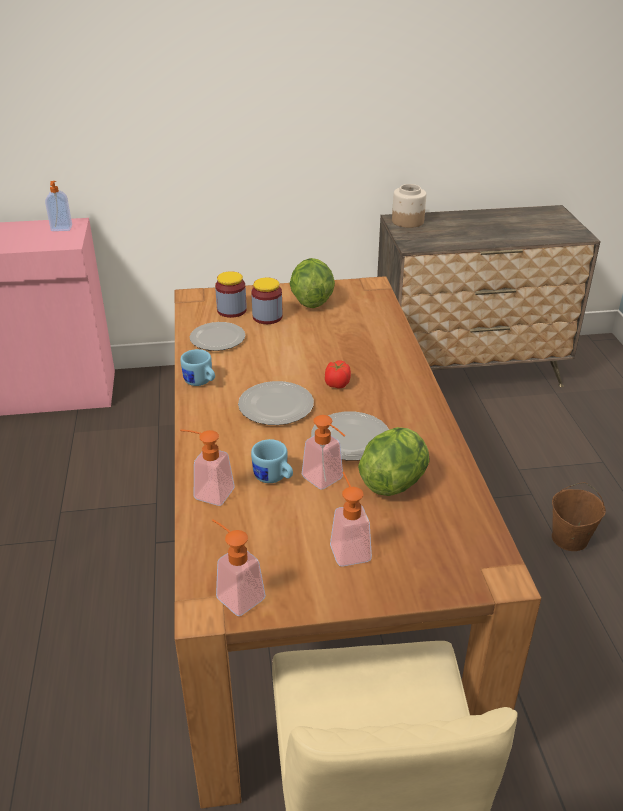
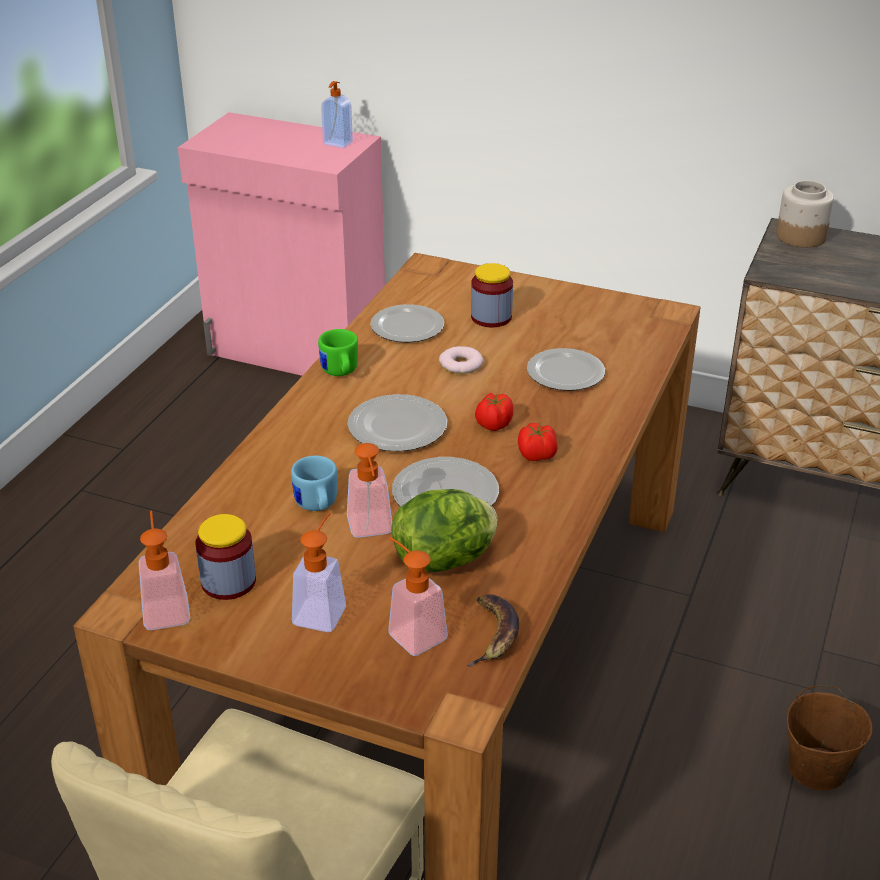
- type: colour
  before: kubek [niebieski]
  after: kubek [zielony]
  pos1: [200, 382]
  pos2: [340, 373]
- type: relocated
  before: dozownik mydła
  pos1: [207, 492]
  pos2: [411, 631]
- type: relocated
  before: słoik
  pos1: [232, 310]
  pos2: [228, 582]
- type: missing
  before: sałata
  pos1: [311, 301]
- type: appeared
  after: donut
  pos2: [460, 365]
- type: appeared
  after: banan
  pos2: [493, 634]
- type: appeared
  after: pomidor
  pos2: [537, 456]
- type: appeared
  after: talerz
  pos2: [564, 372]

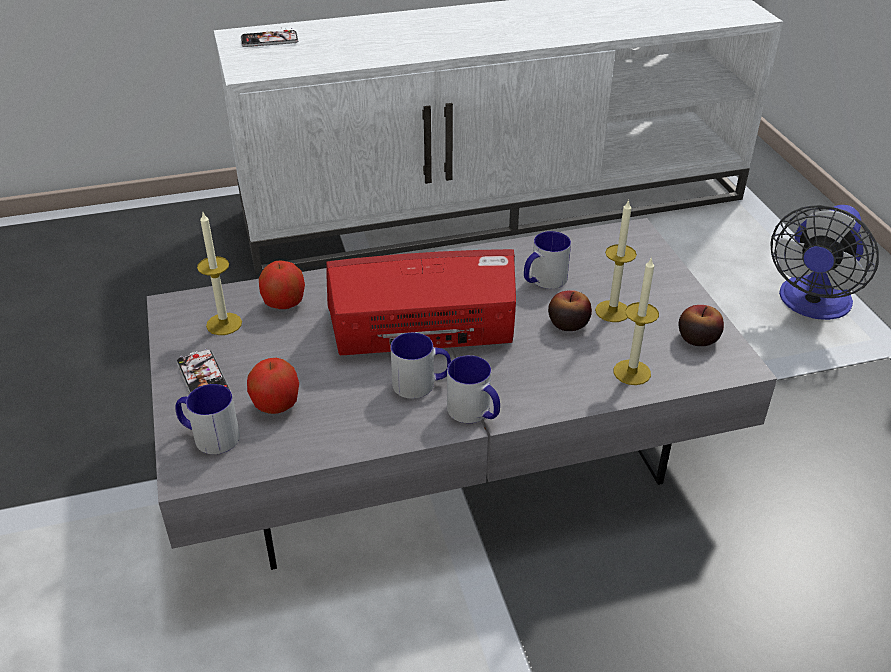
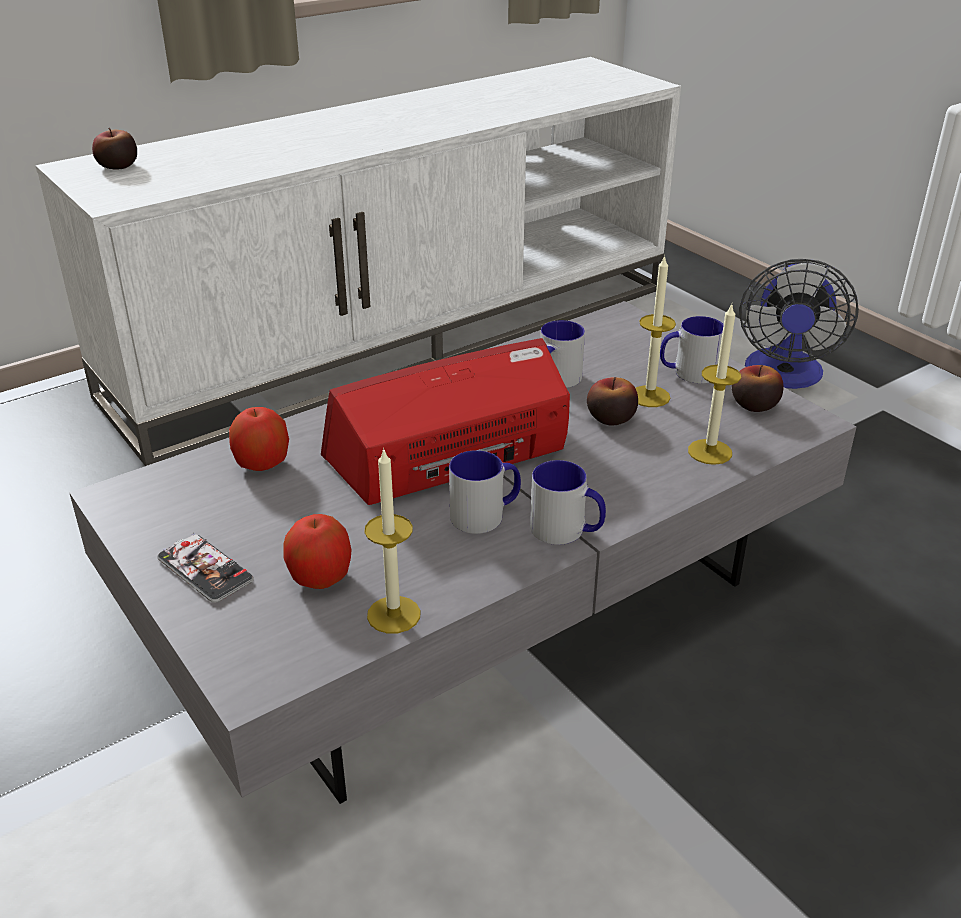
- type: relocated
  before: kubek
  pos1: [209, 436]
  pos2: [688, 373]
- type: relocated
  before: świeca
  pos1: [224, 324]
  pos2: [393, 614]
- type: exchanged
  before: telefon
  after: jabłko
  pos1: [269, 40]
  pos2: [118, 166]

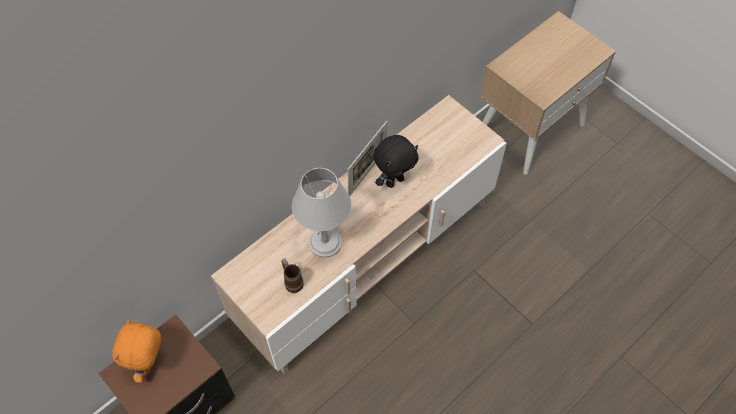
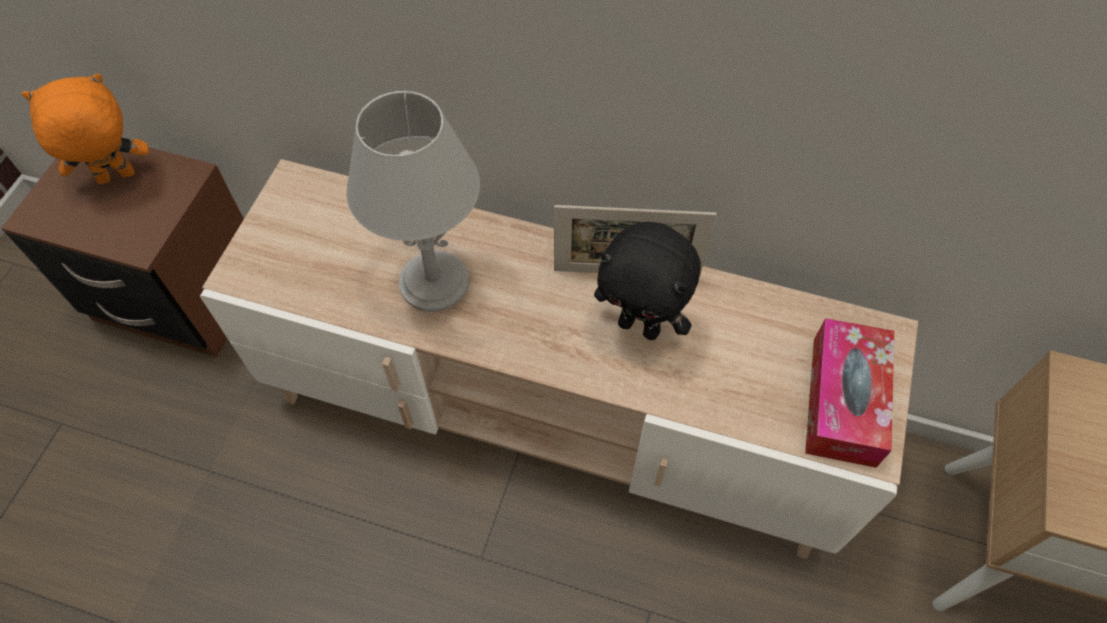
- type: missing
  before: kubek
  pos1: [292, 281]
- type: appeared
  after: pudełko chusteczek
  pos2: [843, 401]

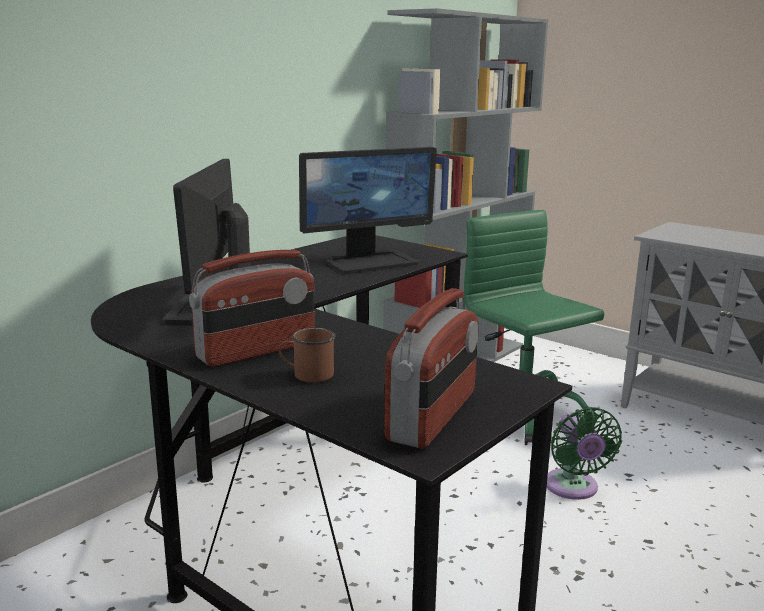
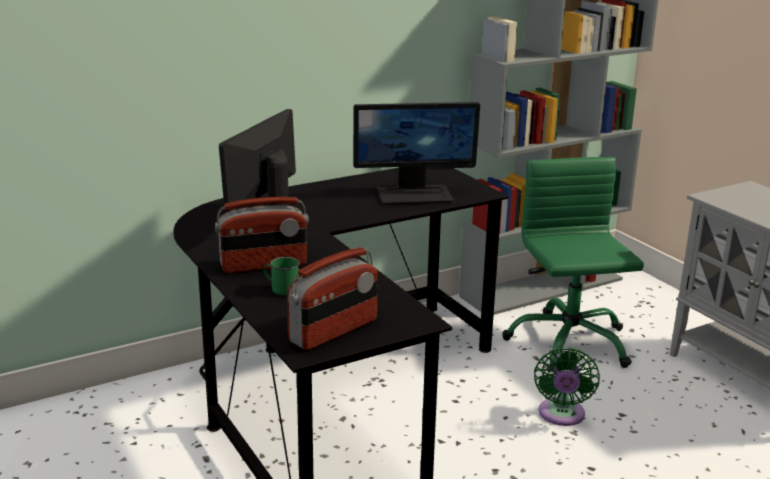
- type: colour
  before: kubek [brązowy]
  after: kubek [zielony]
  pos1: [307, 374]
  pos2: [281, 288]

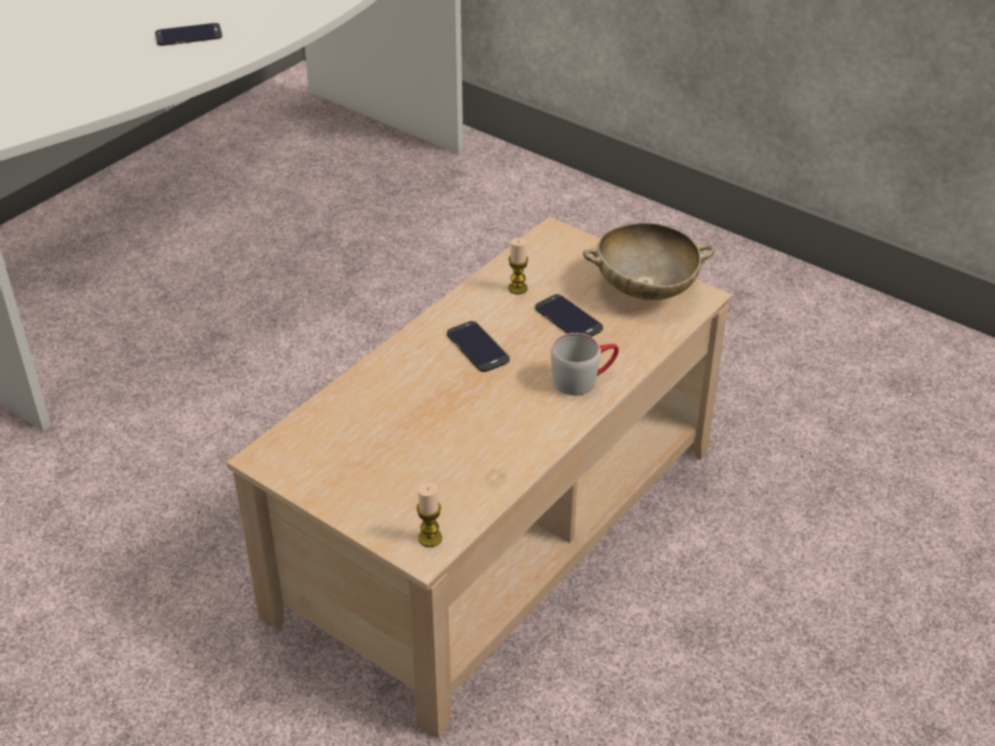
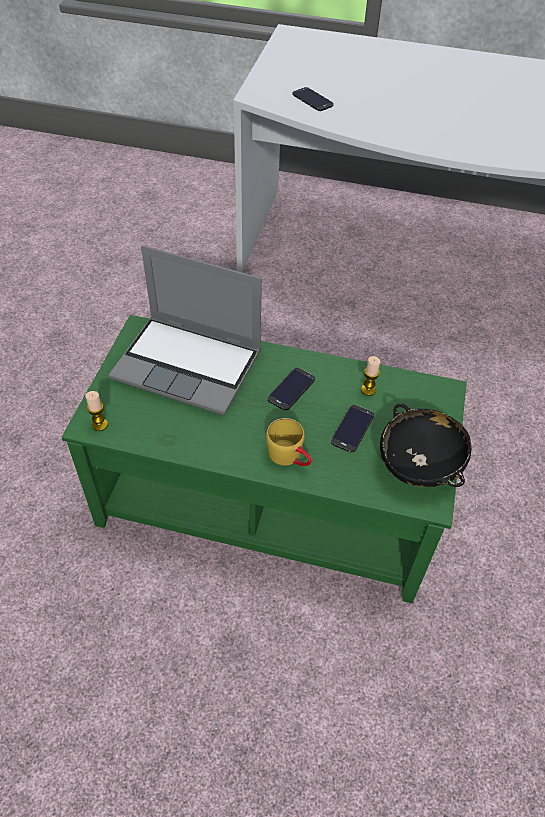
- type: relocated
  before: telefon
  pos1: [188, 35]
  pos2: [312, 100]
- type: colour
  before: ława [beżowy]
  after: ława [zielony]
  pos1: [494, 527]
  pos2: [270, 495]
- type: colour
  before: kubek [szary]
  after: kubek [żółty]
  pos1: [584, 379]
  pos2: [290, 457]
- type: colour
  before: miska [beżowy]
  after: miska [czarny]
  pos1: [645, 287]
  pos2: [419, 464]
- type: appeared
  after: laptop
  pos2: [190, 365]

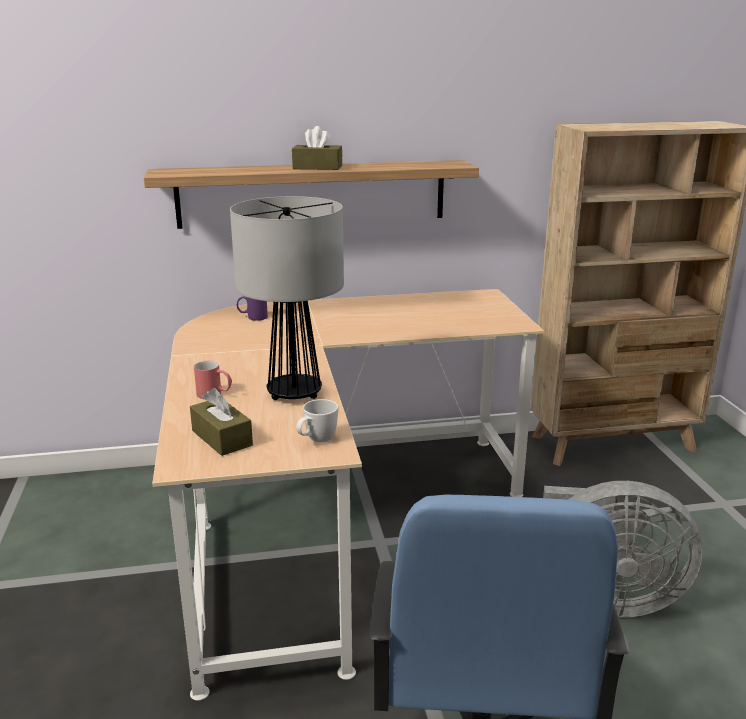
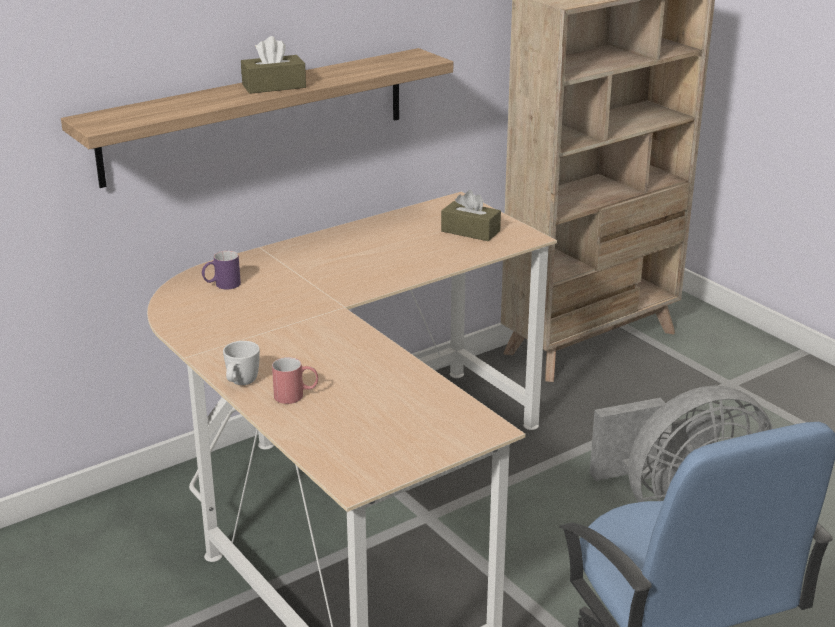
- type: relocated
  before: pudełko chusteczek [brązowy]
  pos1: [222, 438]
  pos2: [470, 231]
- type: missing
  before: lampa stołowa
  pos1: [295, 393]
- type: relocated
  before: kubek [biały]
  pos1: [316, 441]
  pos2: [240, 384]

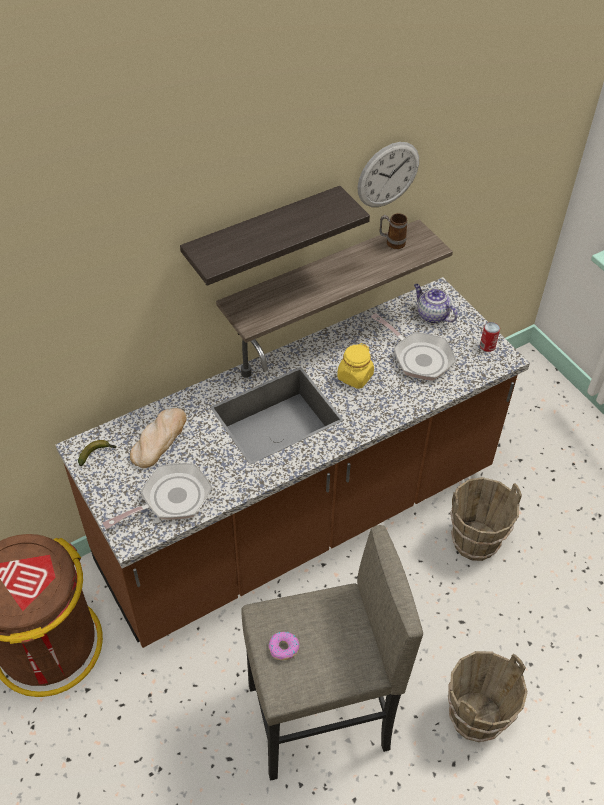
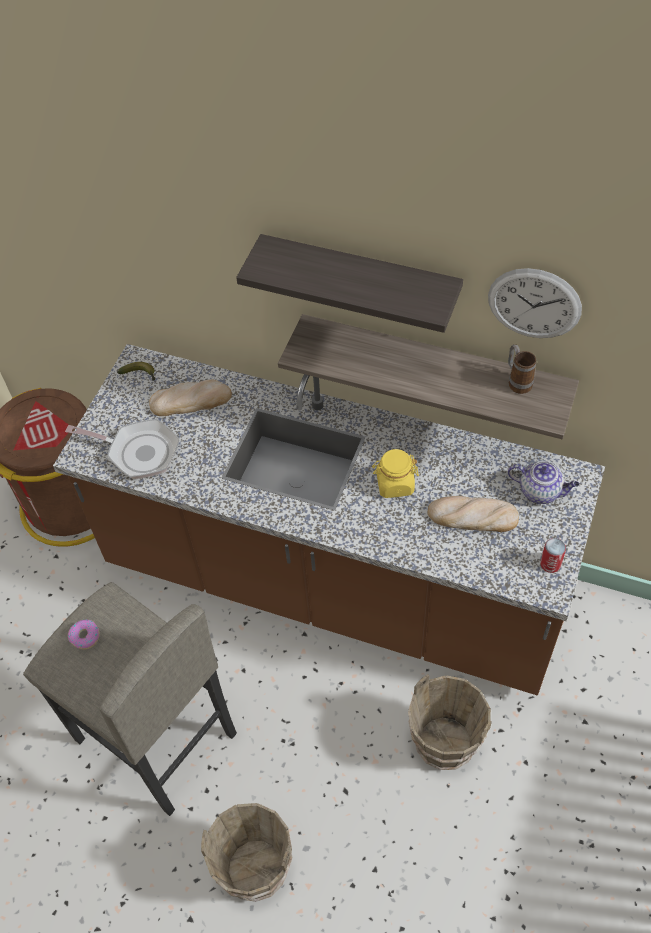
- type: exchanged
  before: patelnia
  after: chleb
  pos1: [419, 357]
  pos2: [472, 517]
- type: spun
  before: imbryk
  pos1: [432, 315]
  pos2: [540, 491]
  turn: 105

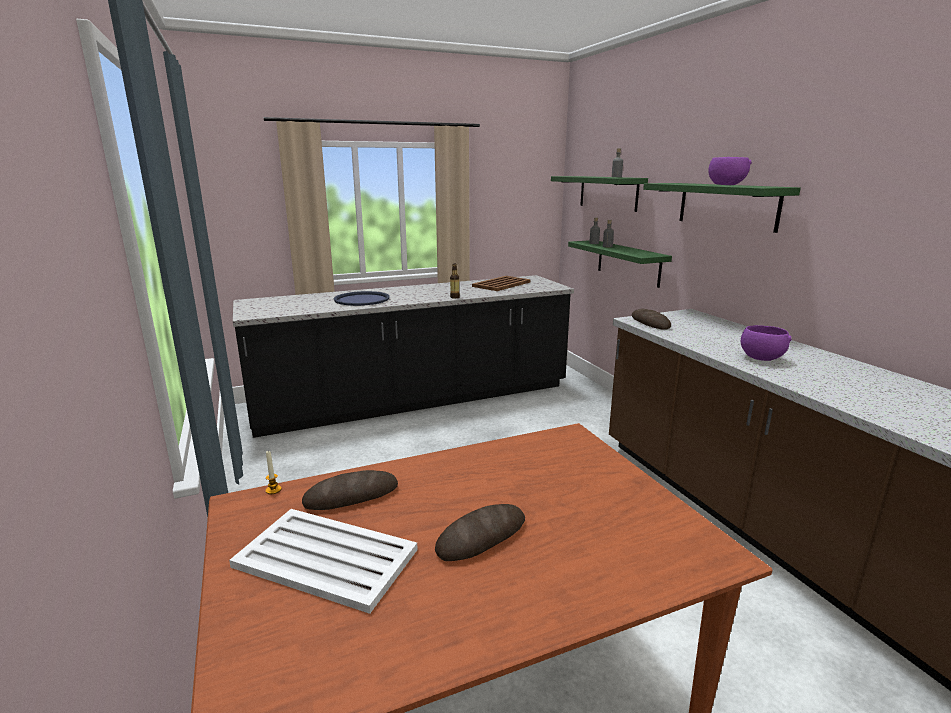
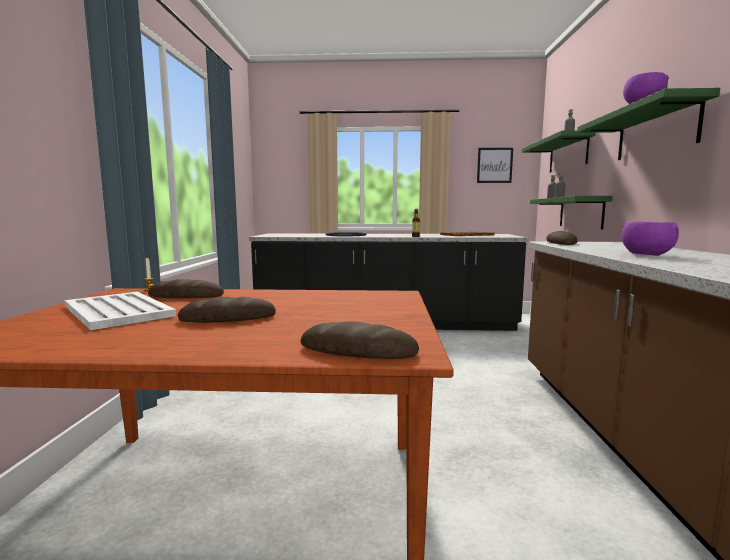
- type: appeared
  after: chleb
  pos2: [358, 350]
- type: appeared
  after: obraz
  pos2: [494, 165]

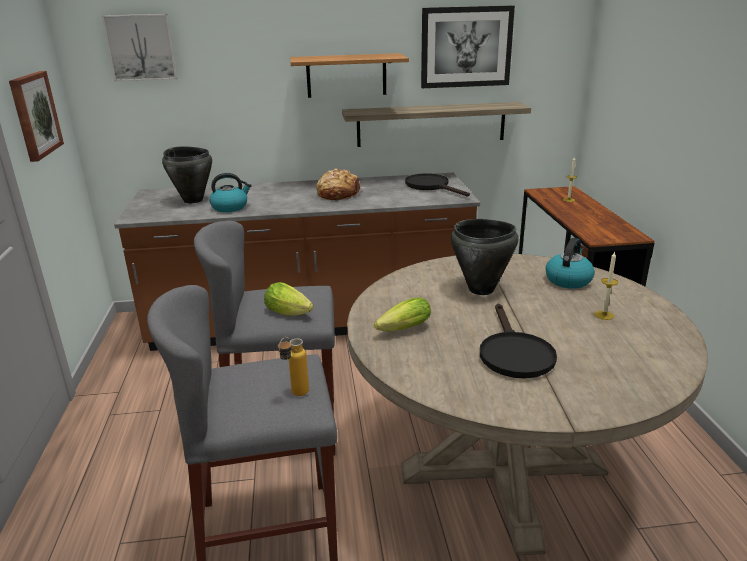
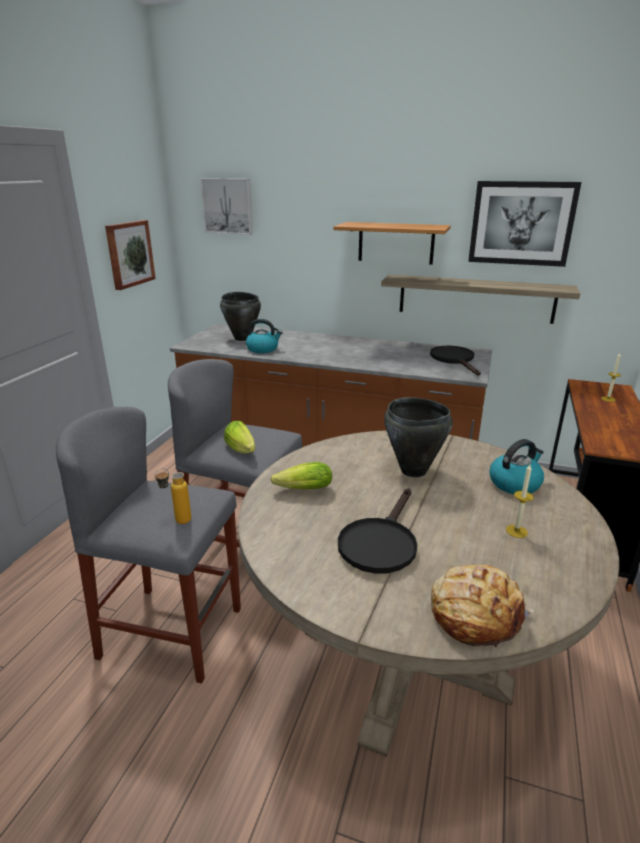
- type: relocated
  before: chleb
  pos1: [338, 194]
  pos2: [474, 614]

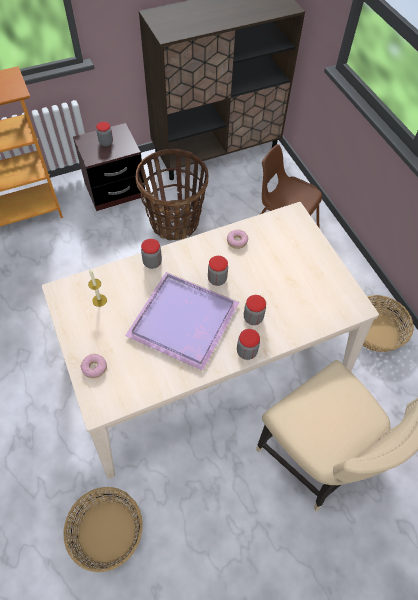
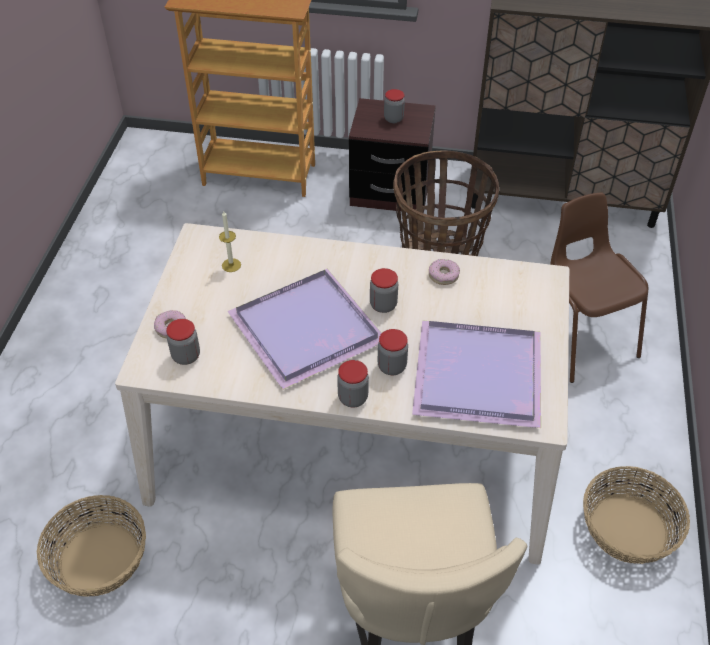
- type: relocated
  before: słoik
  pos1: [152, 262]
  pos2: [186, 356]
- type: appeared
  after: taca [fioletowy]
  pos2: [480, 377]

